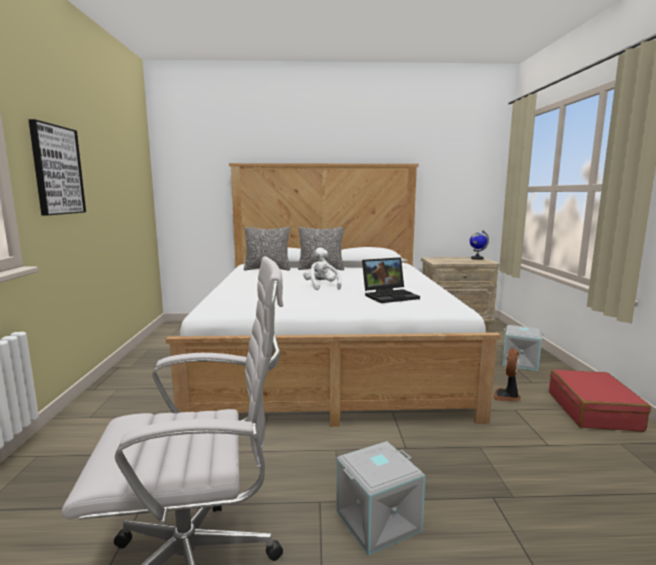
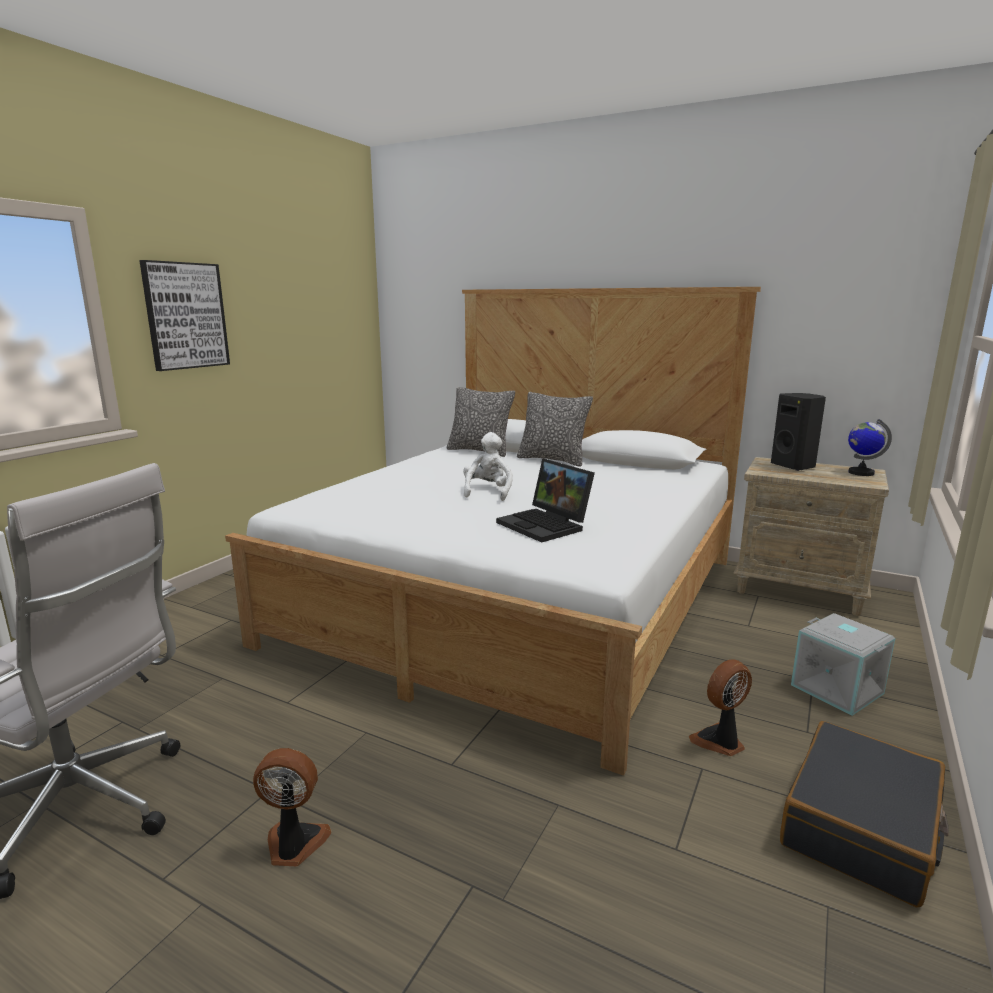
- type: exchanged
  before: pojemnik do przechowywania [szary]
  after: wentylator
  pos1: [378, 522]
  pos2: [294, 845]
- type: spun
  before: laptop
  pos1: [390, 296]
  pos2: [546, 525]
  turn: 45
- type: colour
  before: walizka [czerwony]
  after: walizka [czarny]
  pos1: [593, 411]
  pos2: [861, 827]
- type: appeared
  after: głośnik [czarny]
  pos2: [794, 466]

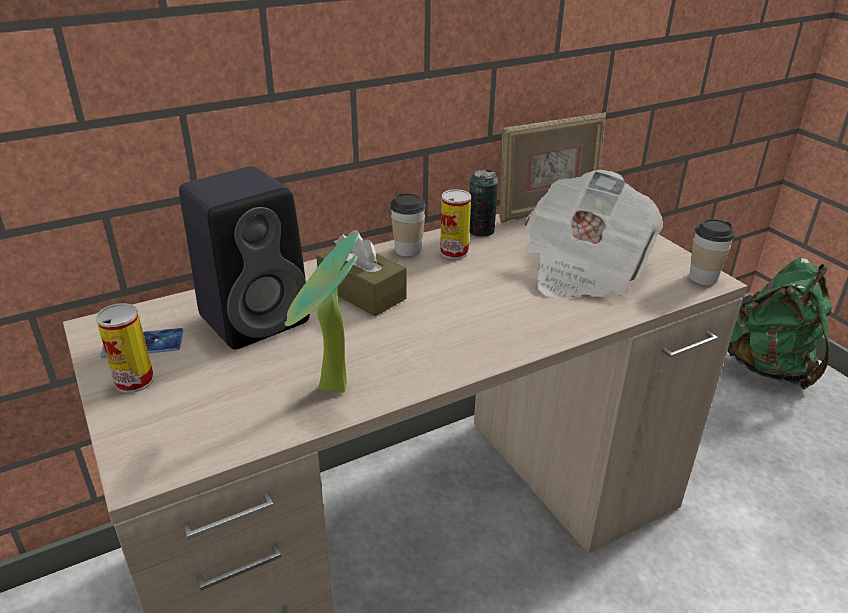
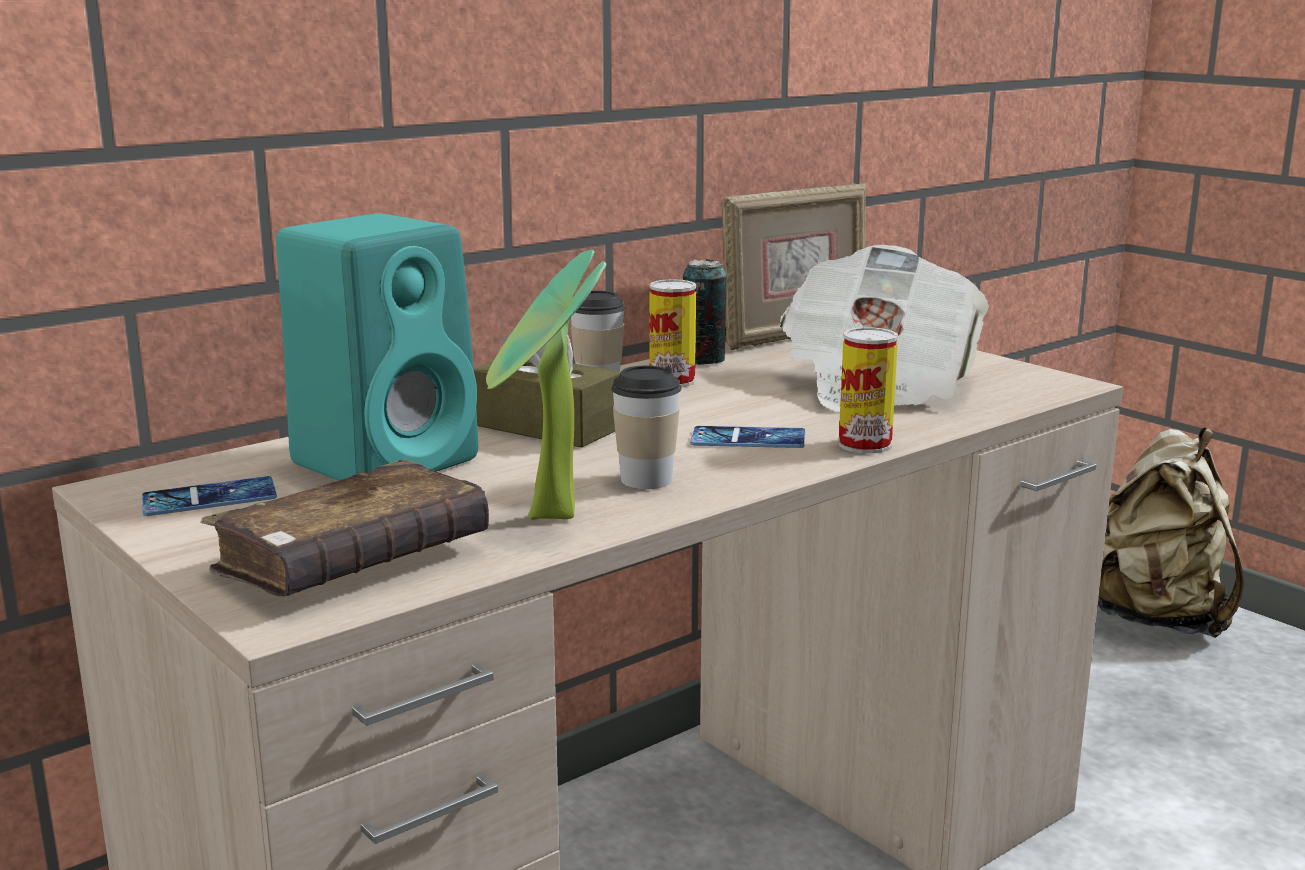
- type: relocated
  before: puszka
  pos1: [134, 380]
  pos2: [864, 445]
- type: colour
  before: głośnik [czarny]
  after: głośnik [turkusowy]
  pos1: [257, 317]
  pos2: [389, 460]
- type: relocated
  before: filiżanka
  pos1: [703, 277]
  pos2: [646, 479]
- type: colour
  before: plecak [zielony]
  after: plecak [beżowy]
  pos1: [769, 367]
  pos2: [1153, 618]
- type: appeared
  after: książka [brązowy]
  pos2: [352, 561]
- type: appeared
  after: telefon
  pos2: [748, 439]

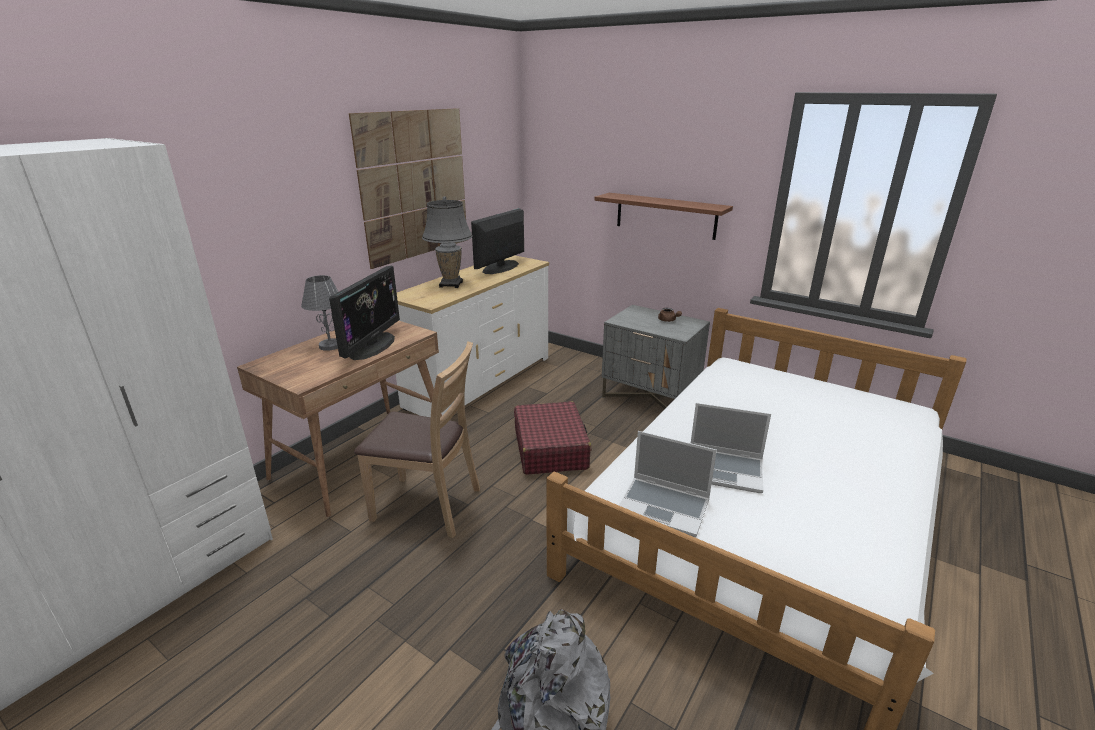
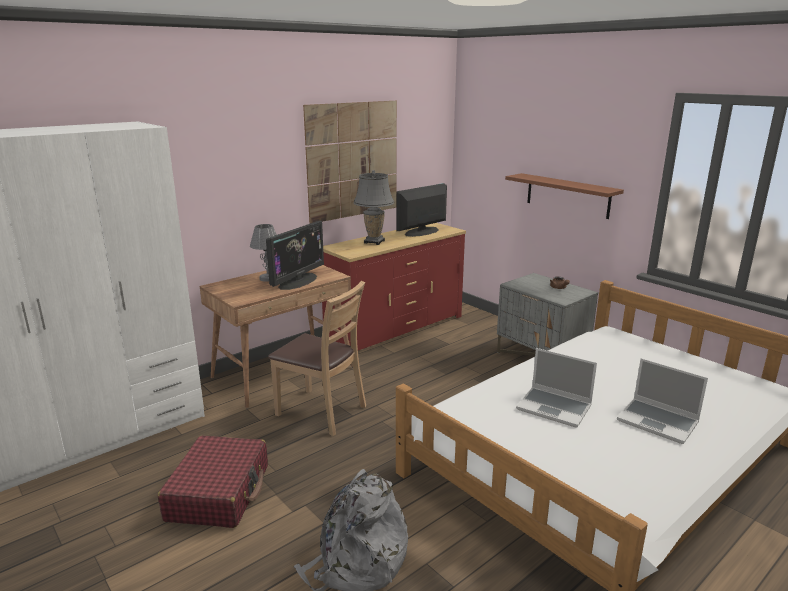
- type: colour
  before: komoda [biały]
  after: komoda [czerwony]
  pos1: [479, 381]
  pos2: [395, 328]
- type: relocated
  before: walizka [czerwony]
  pos1: [550, 448]
  pos2: [219, 492]
- type: relocated
  before: laptop
  pos1: [664, 507]
  pos2: [658, 422]

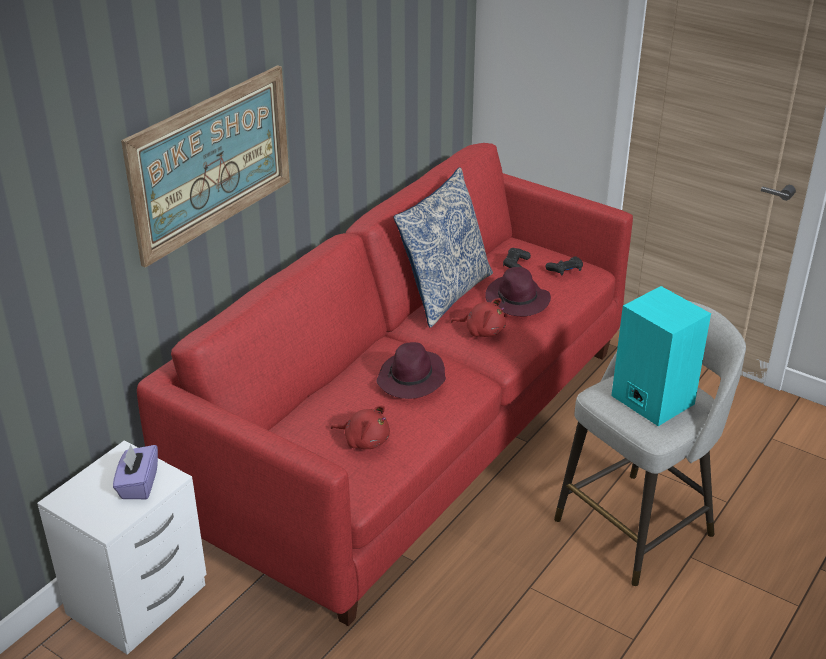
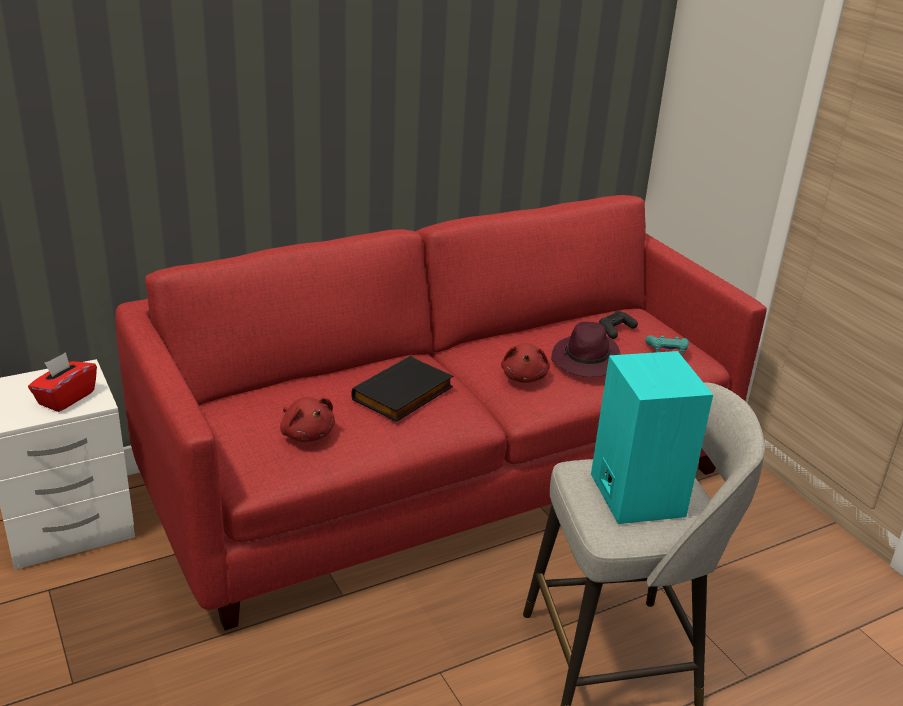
- type: colour
  before: pudełko chusteczek [fioletowy]
  after: pudełko chusteczek [czerwony]
  pos1: [138, 485]
  pos2: [65, 398]
- type: missing
  before: obraz
  pos1: [211, 162]
- type: exchanged
  before: kapelusz [fioletowy]
  after: książka [czarny]
  pos1: [411, 379]
  pos2: [404, 394]
- type: missing
  before: poduszka
  pos1: [444, 293]
- type: spun
  before: pluszak [czerwony]
  pos1: [482, 331]
  pos2: [524, 377]
  turn: 45
- type: colour
  before: pad do gier [czarny]
  after: pad do gier [turkusowy]
  pos1: [565, 270]
  pos2: [667, 349]

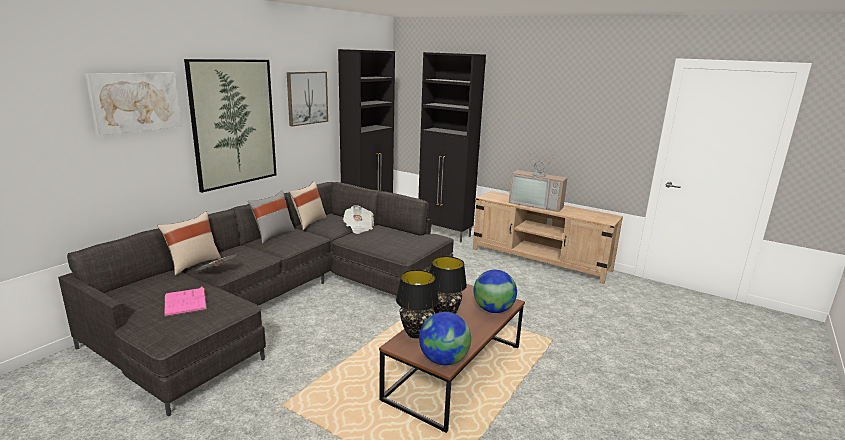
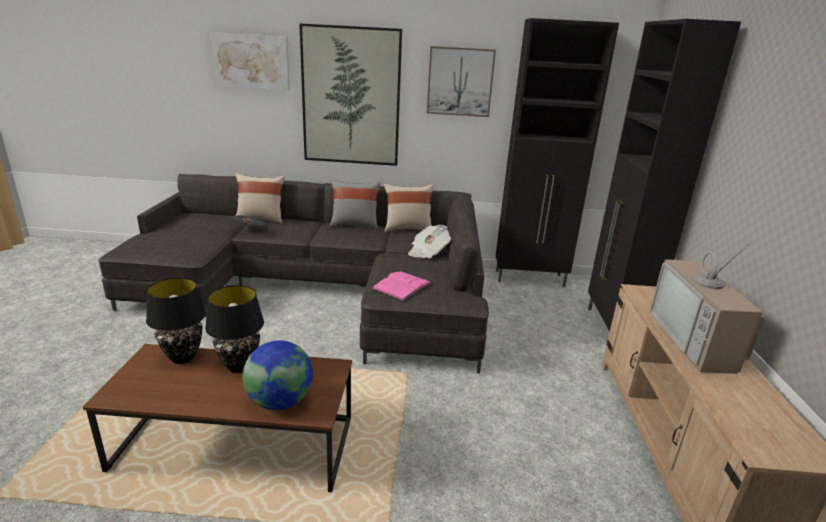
- type: relocated
  before: książka [różowy]
  pos1: [185, 301]
  pos2: [402, 286]
- type: missing
  before: globus
  pos1: [443, 360]

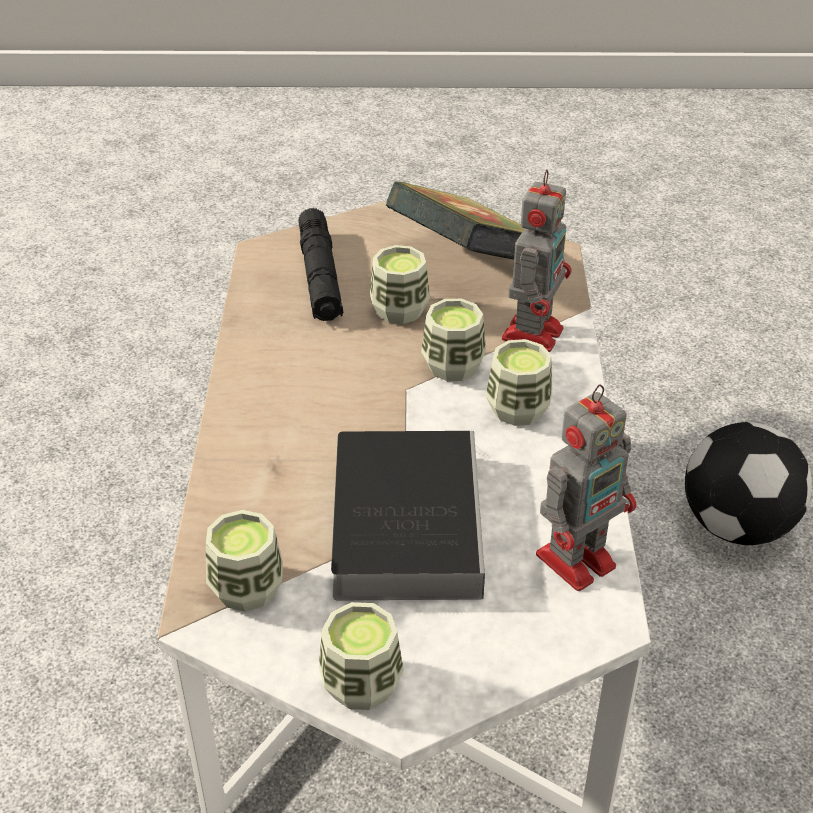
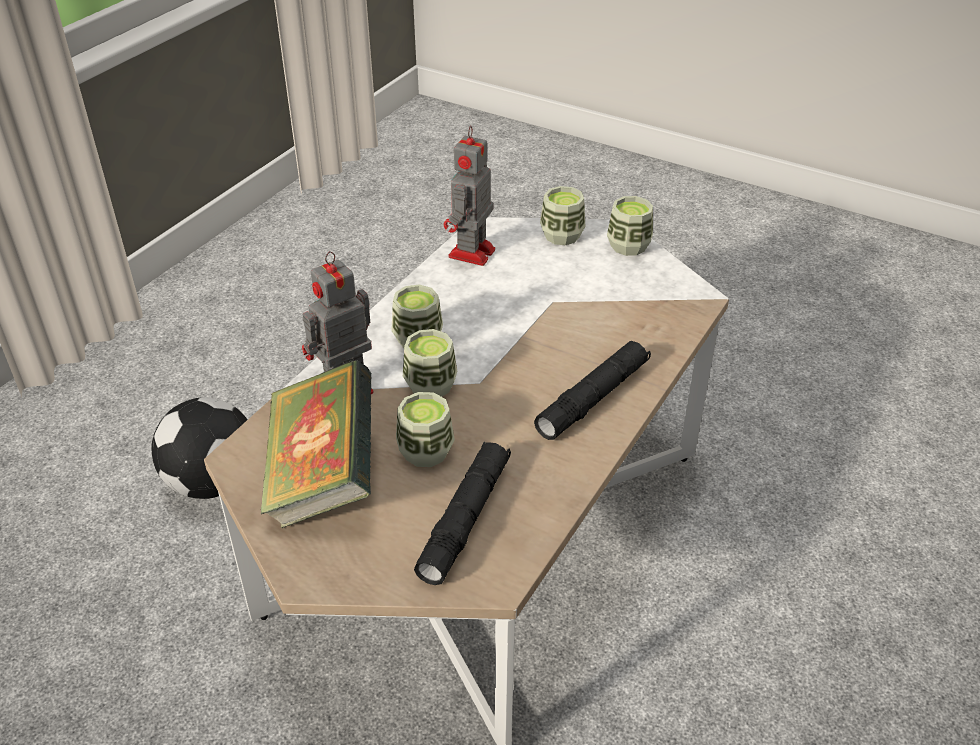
- type: relocated
  before: filiżanka
  pos1: [246, 588]
  pos2: [562, 235]
- type: missing
  before: książka
  pos1: [405, 518]
- type: spun
  before: robot zabawkowy
  pos1: [578, 558]
  pos2: [471, 254]
  turn: -60
- type: appeared
  after: latarka [czarny]
  pos2: [593, 398]

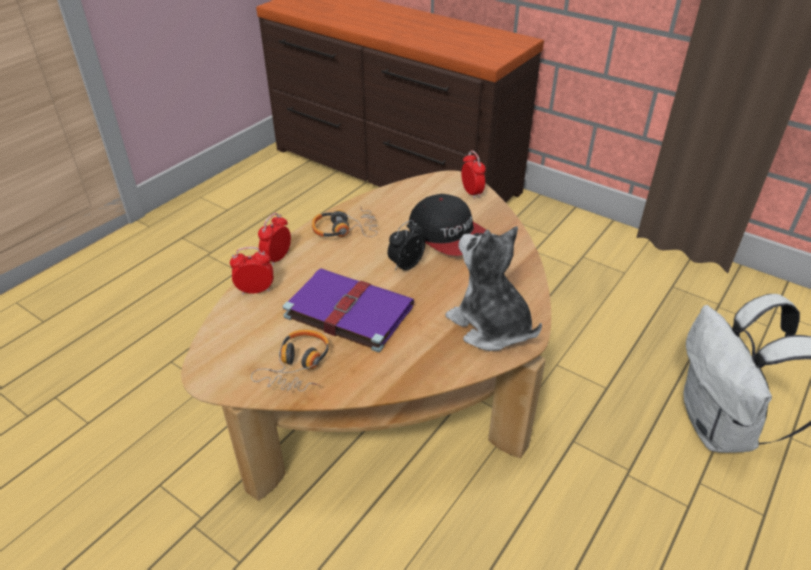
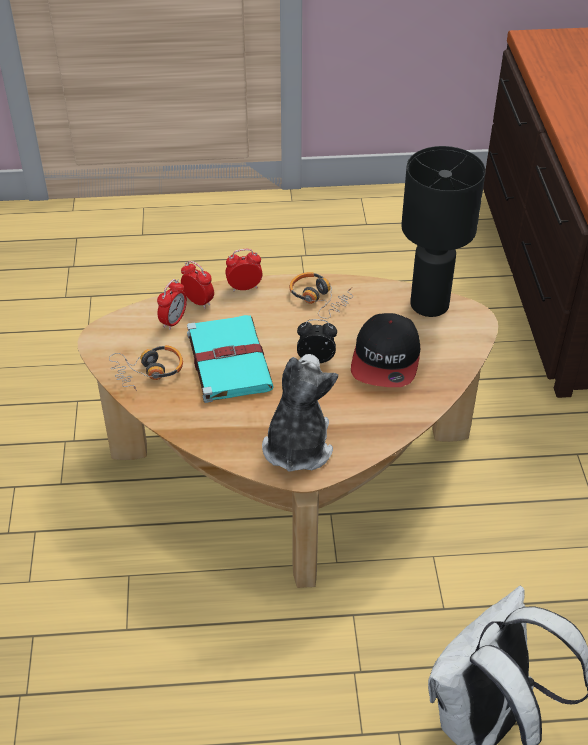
- type: colour
  before: książka [fioletowy]
  after: książka [turkusowy]
  pos1: [346, 311]
  pos2: [228, 359]
- type: relocated
  before: budzik
  pos1: [472, 192]
  pos2: [173, 321]
- type: appeared
  after: lampa stołowa [czarny]
  pos2: [430, 305]

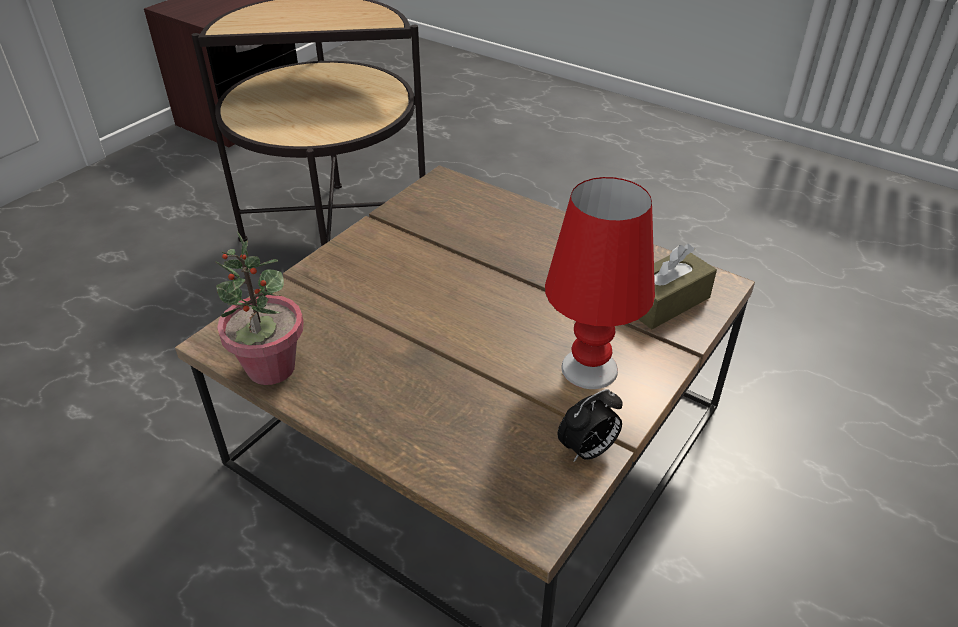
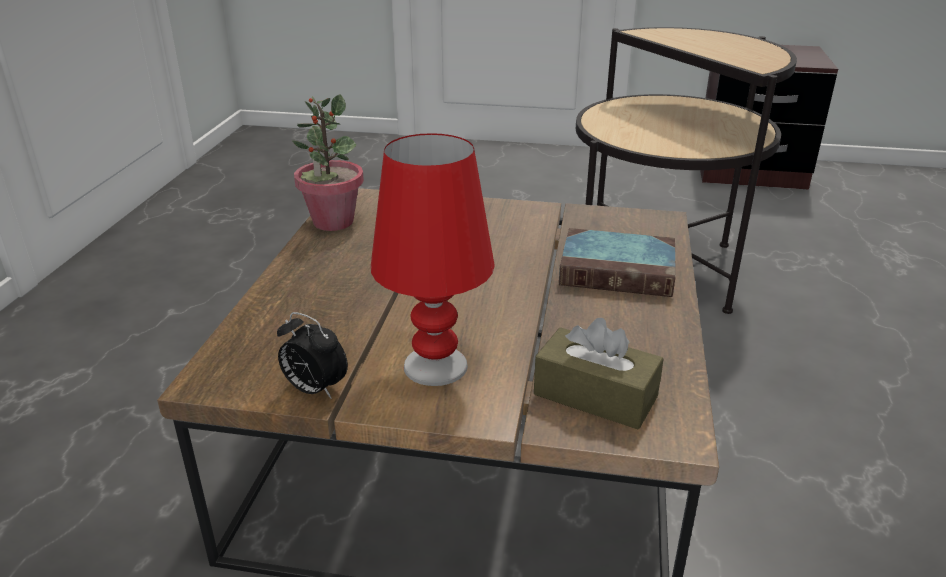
- type: appeared
  after: książka
  pos2: [619, 271]

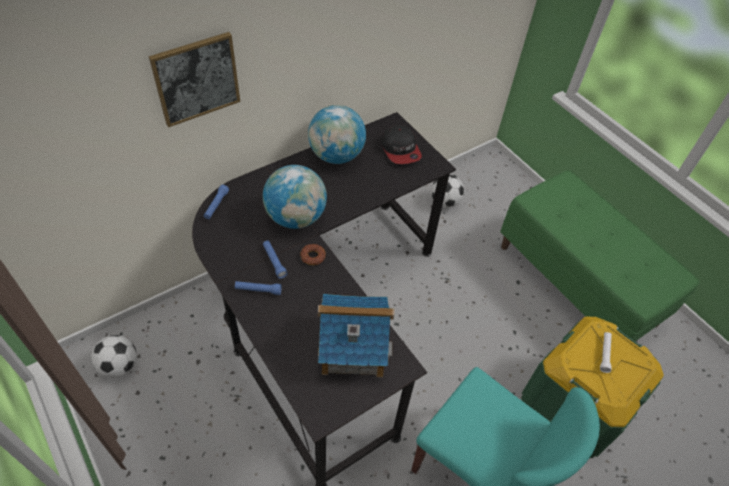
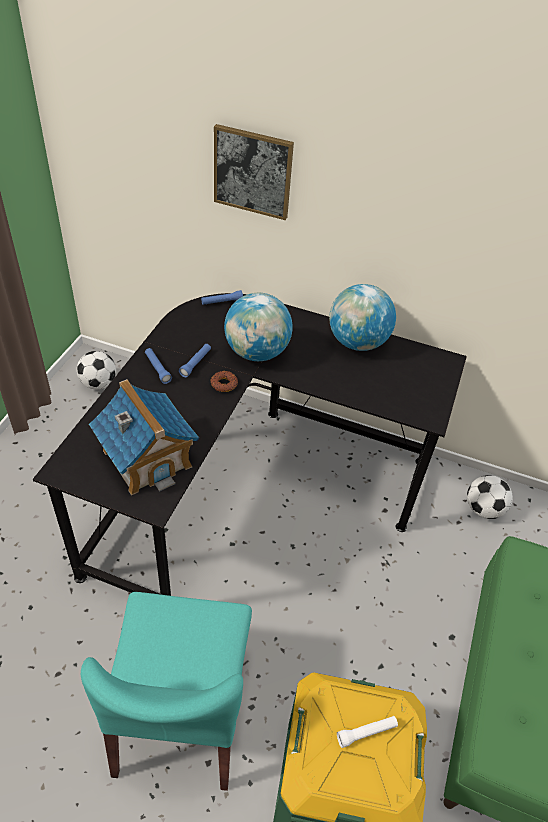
- type: missing
  before: czapka z daszkiem
  pos1: [400, 149]

